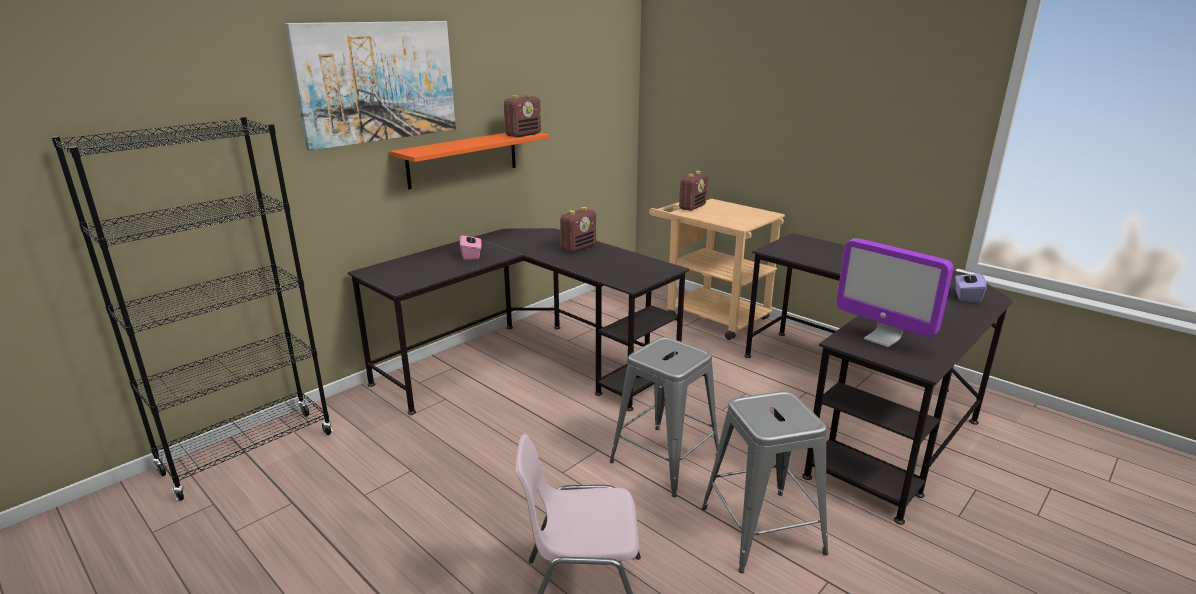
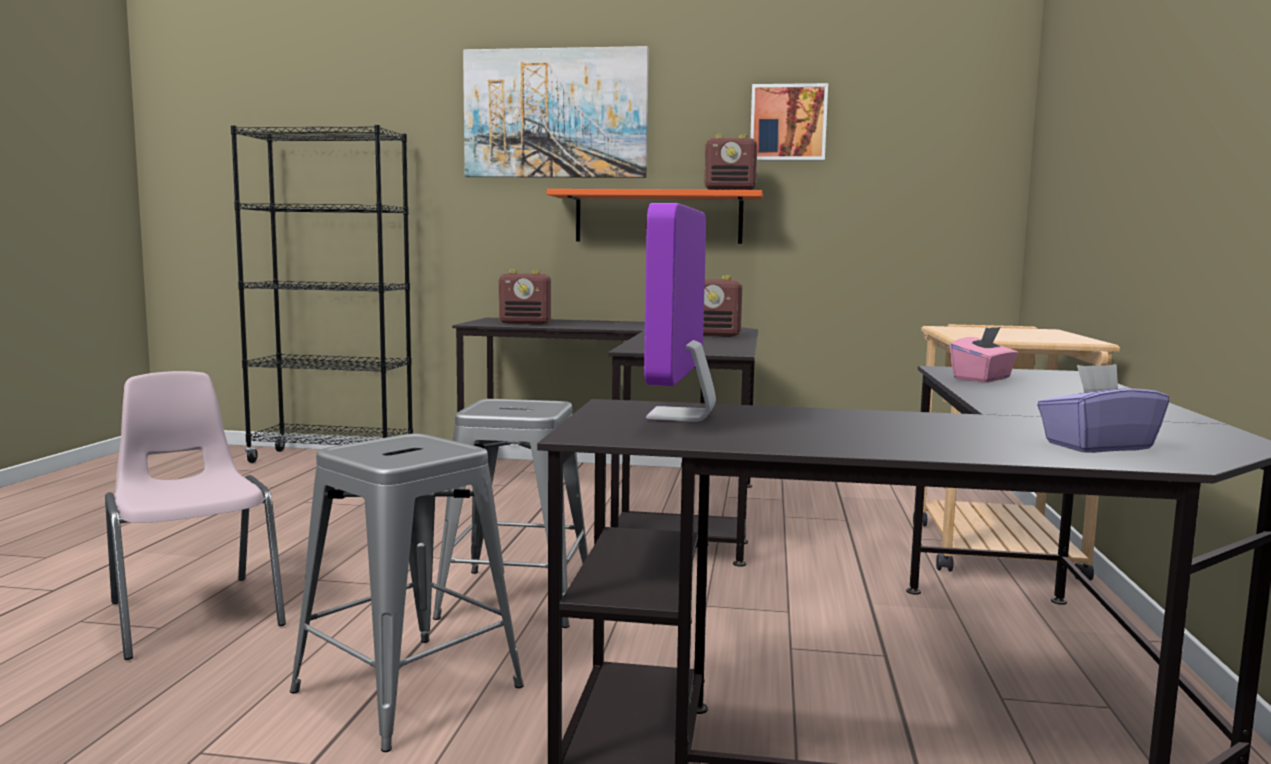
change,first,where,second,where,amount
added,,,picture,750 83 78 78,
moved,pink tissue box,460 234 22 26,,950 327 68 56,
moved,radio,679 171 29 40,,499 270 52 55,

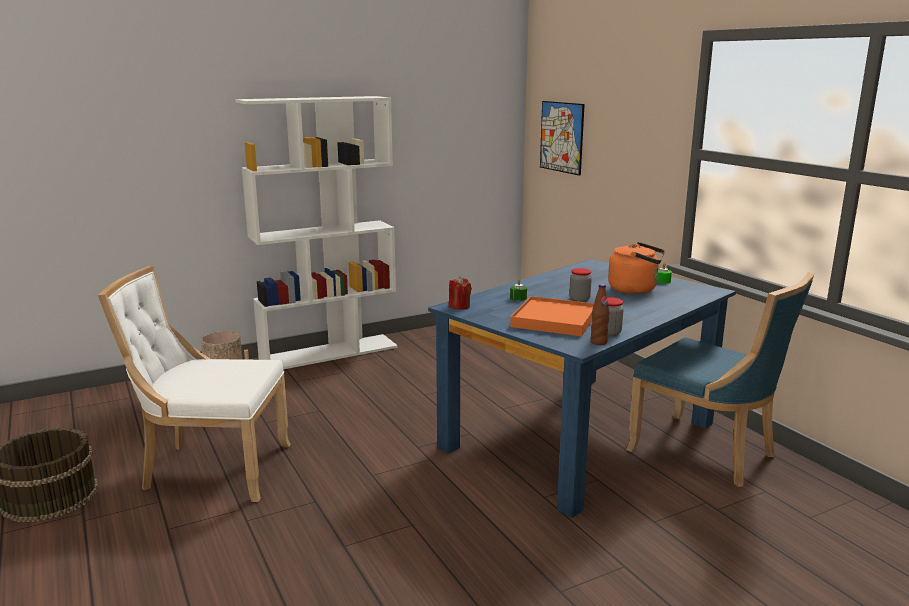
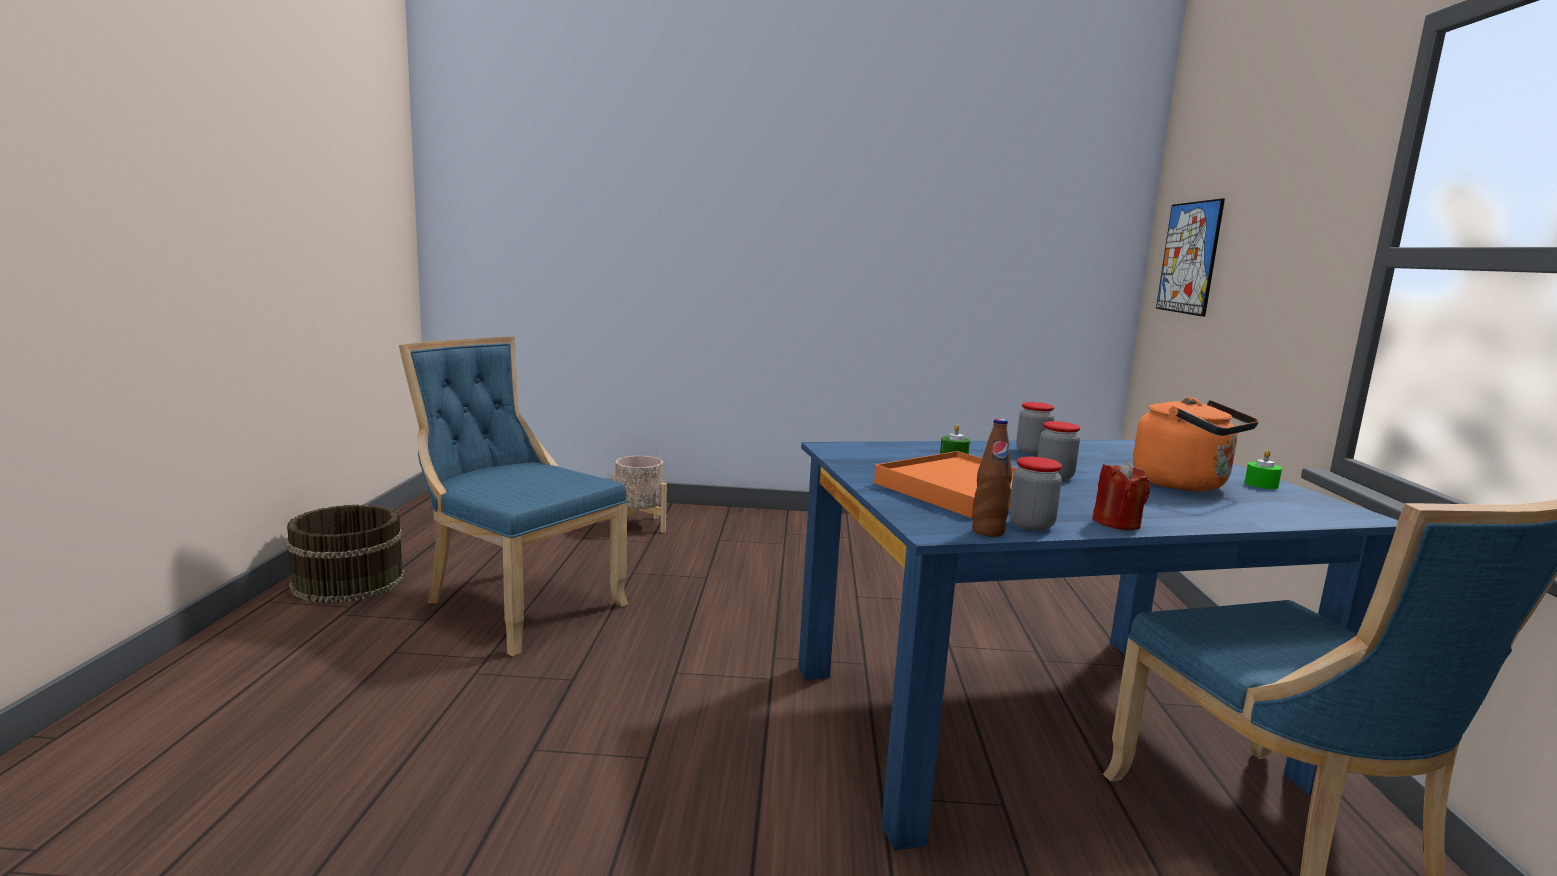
change,first,where,second,where,amount
removed,white bookcase,235 96 163 273,,,
added,,,jar,1016 402 38 52,
moved,red candle,449 277 23 33,,1093 461 57 69,
recoloured,white chair,98 266 193 236,blue chair,399 337 229 319,

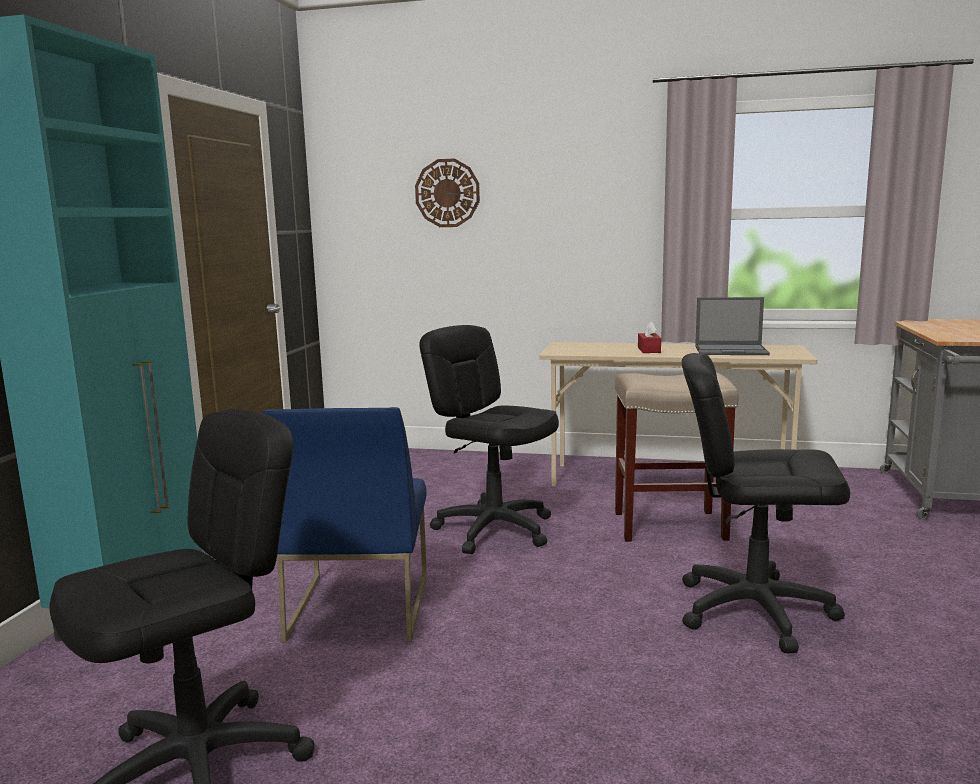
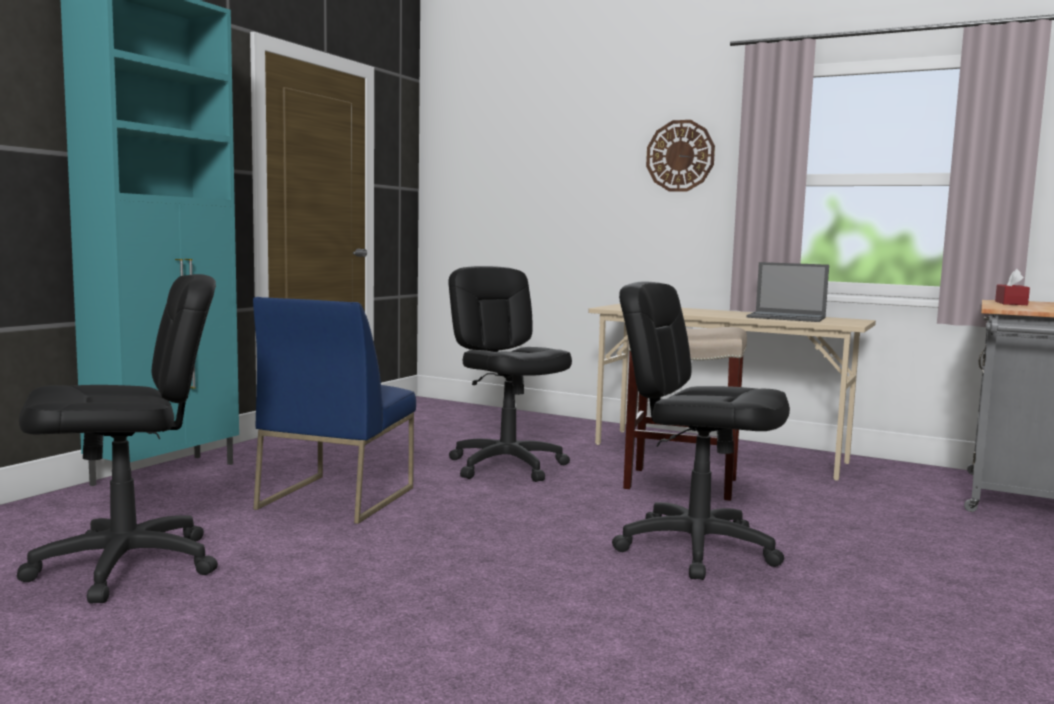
change,first,where,second,where,amount
moved,wall clock,415 158 65 69,,646 120 69 72,
moved,red tissue box,638 322 23 31,,995 269 35 36,

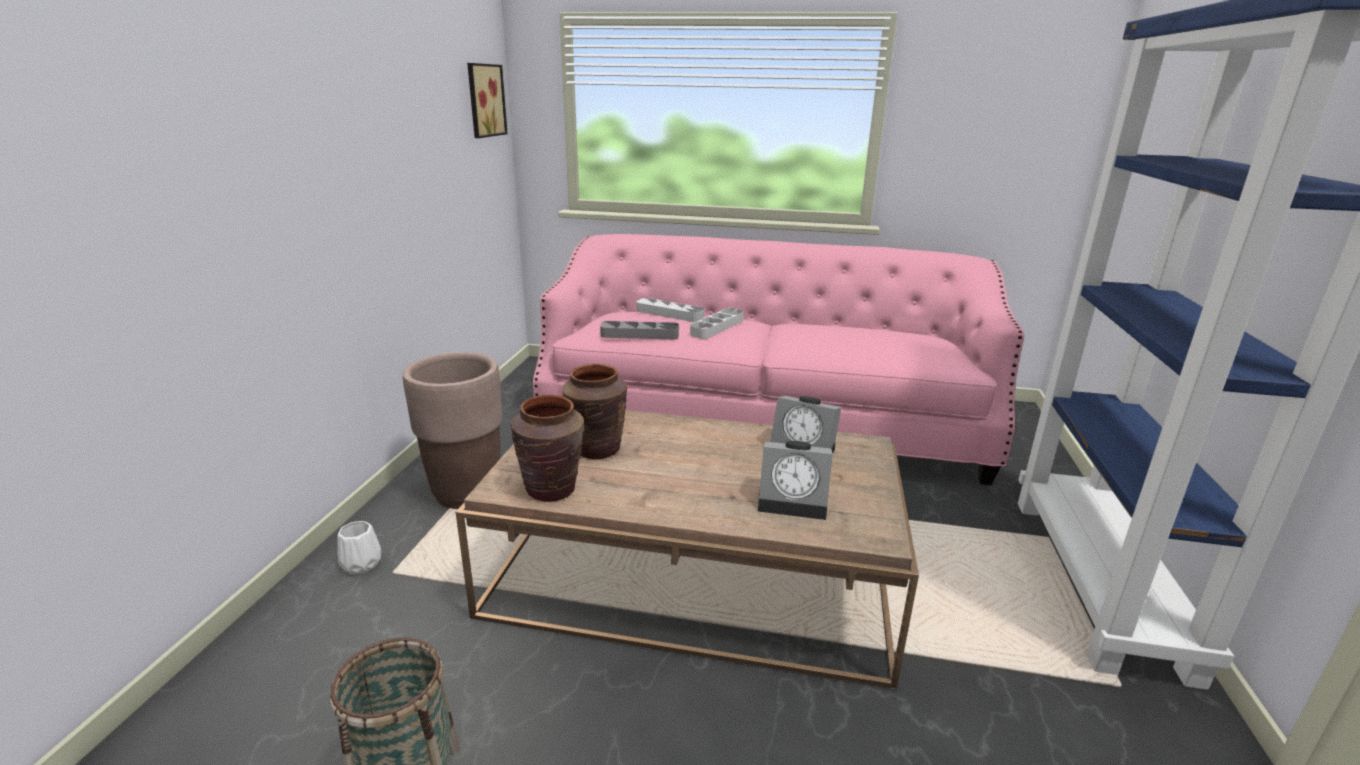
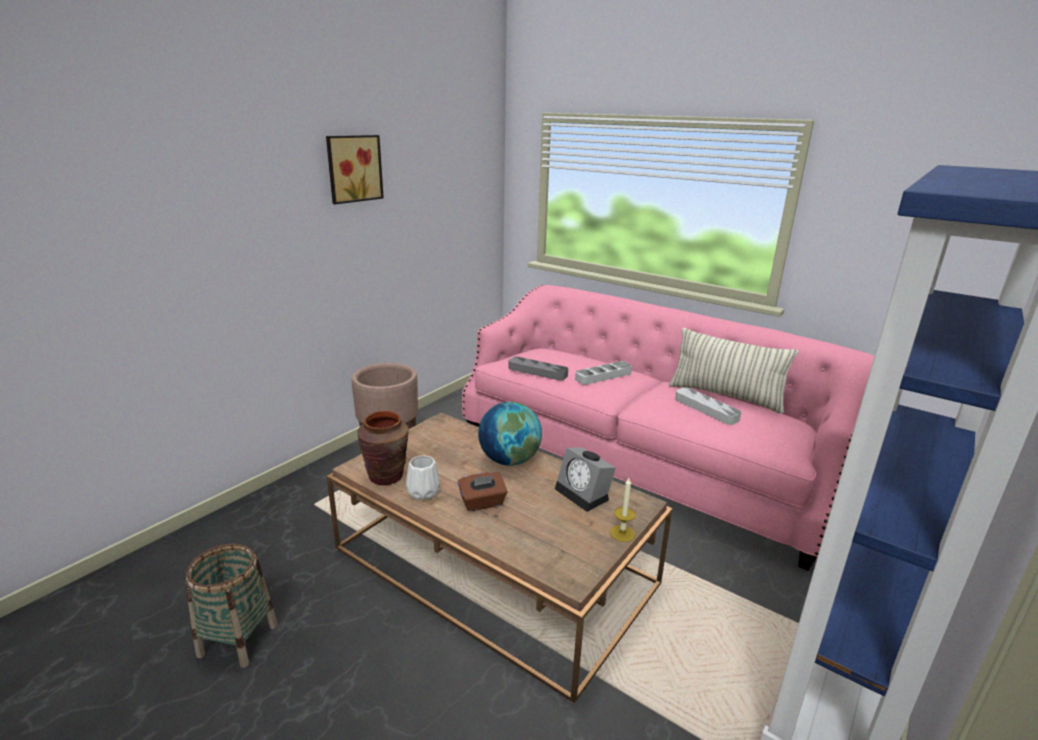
change,first,where,second,where,amount
removed,brown vase,562 364 65 95,,,
removed,alarm clock,758 441 75 79,,,
added,,,brown tissue box,458 472 50 39,
added,,,globe,478 402 64 64,
added,,,candle,610 478 26 64,
added,,,pillow,669 328 129 86,
moved,white vase,337 521 45 53,,406 456 34 45,
moved,picture,467 63 41 75,,326 135 58 69,
moved,grey tray,636 298 69 24,,675 387 66 38,

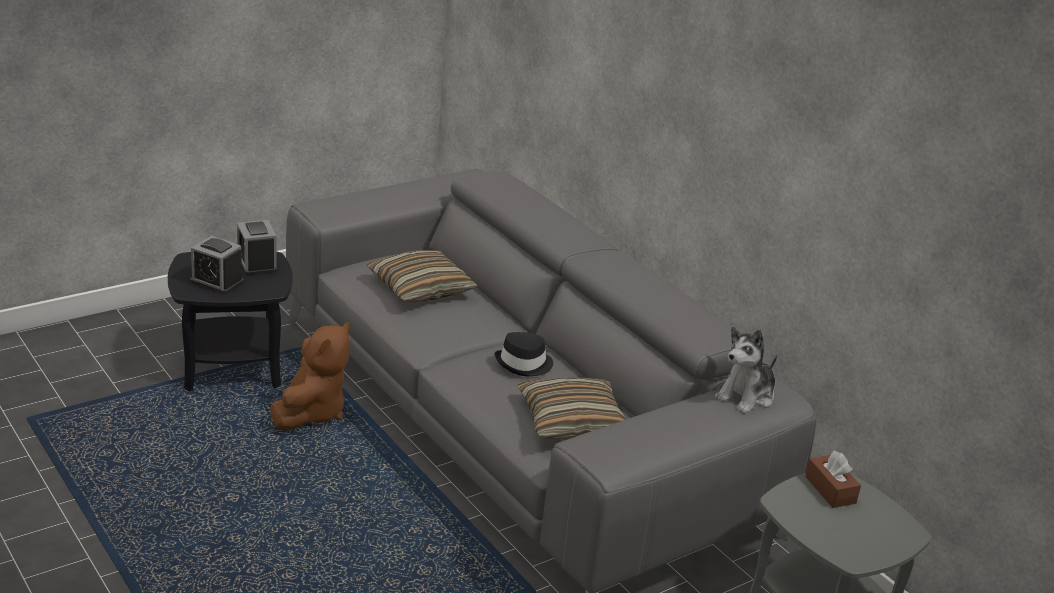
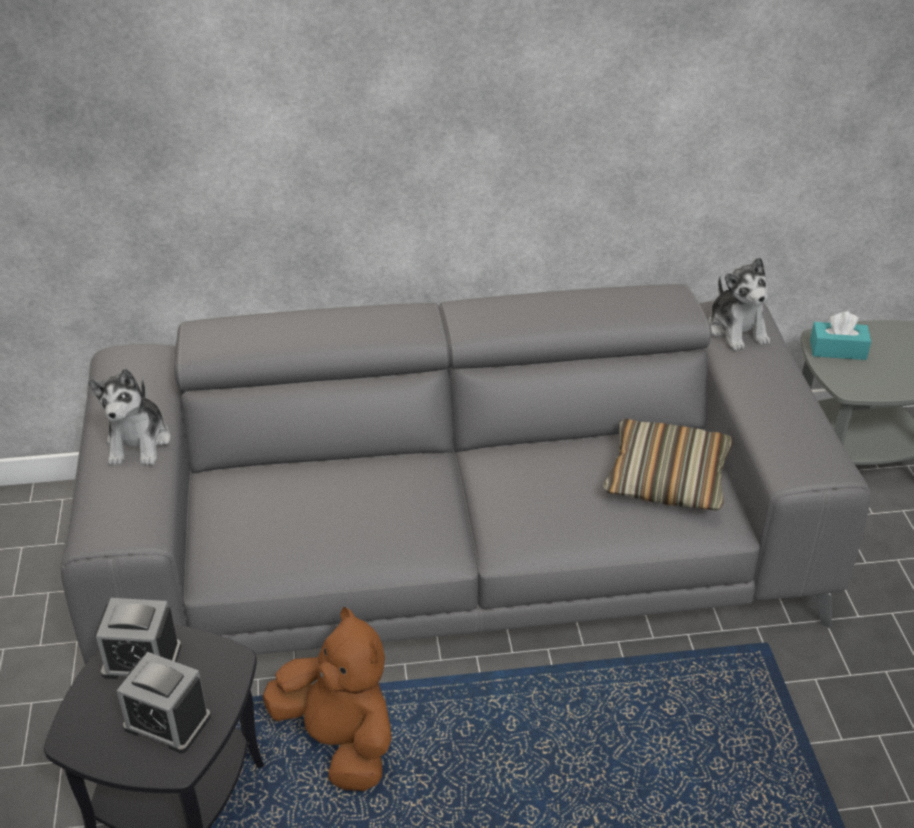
change,first,where,second,where,amount
removed,pillow,367 250 112 53,,,
removed,black hat,495 332 58 44,,,
added,,,plush toy,88 369 82 96,
recoloured,brown tissue box,805 451 56 57,turquoise tissue box,810 311 61 49,
turned,alarm clock,190 236 54 59,,117 652 94 101,60 degrees clockwise

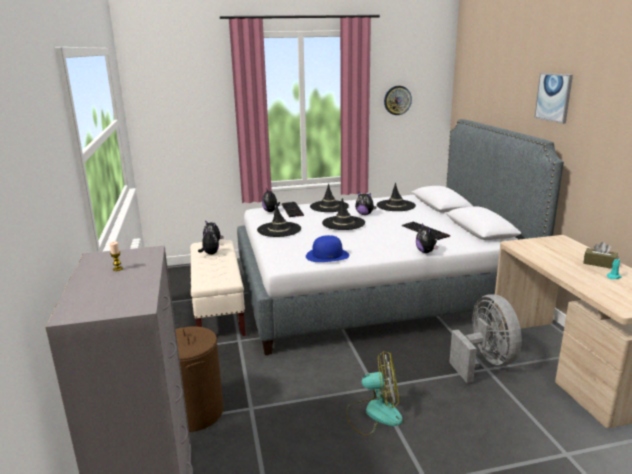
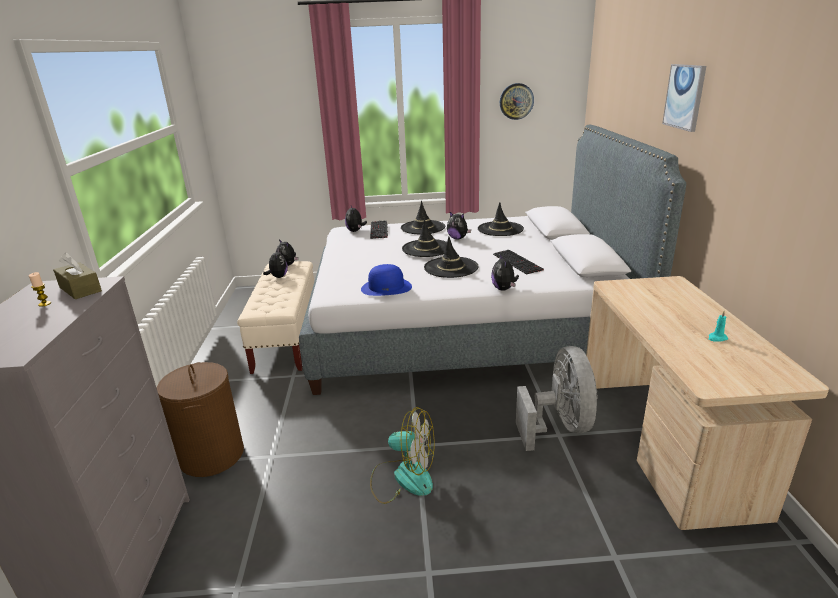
change,first,where,second,where,amount
moved,black hat,257 204 44 33,,424 237 55 41,
moved,brown tissue box,583 242 35 27,,53 253 49 46,

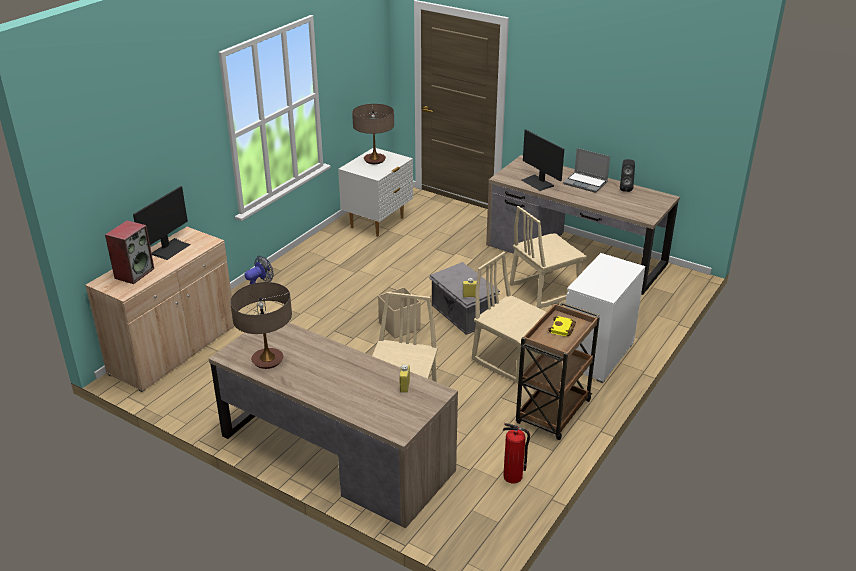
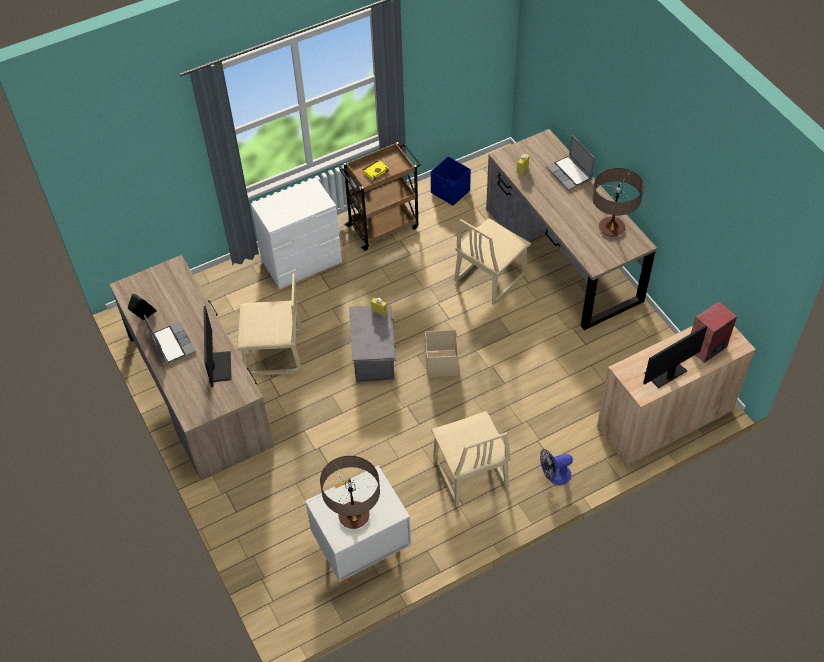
change,first,where,second,where,amount
added,,,laptop,546 135 49 56,
moved,beige chair,472 252 75 131,,431 411 80 95,
replaced,fire extinguisher,503 423 27 60,blue storage box,431 156 40 50,

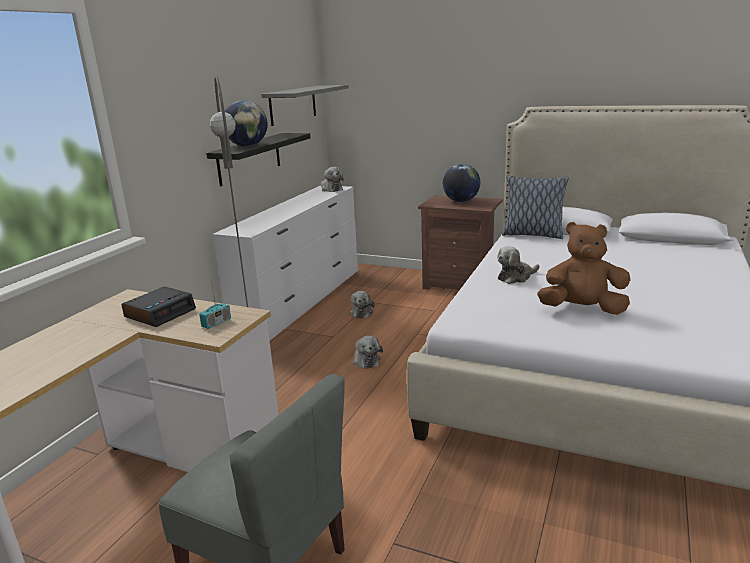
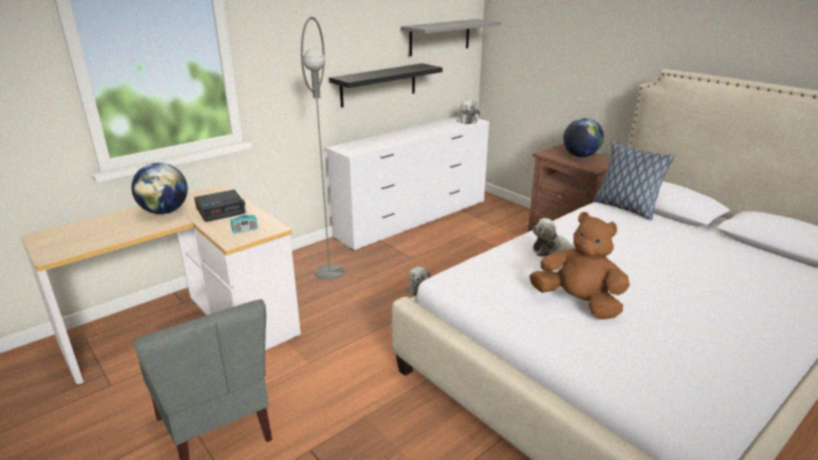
change,first,where,second,where,amount
removed,plush toy,349 291 26 27,,,
moved,globe,225 100 43 47,,131 163 57 51,

